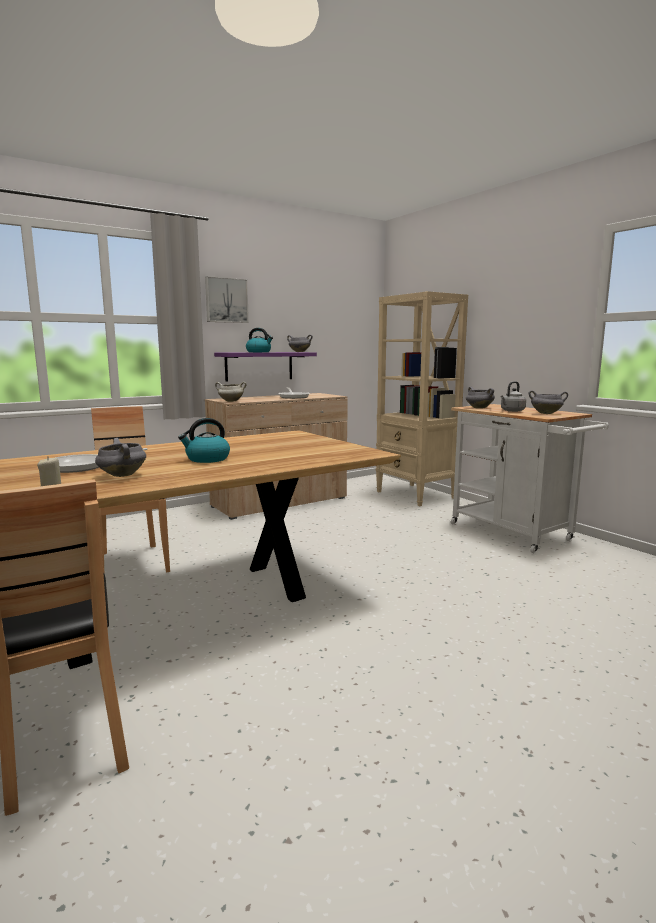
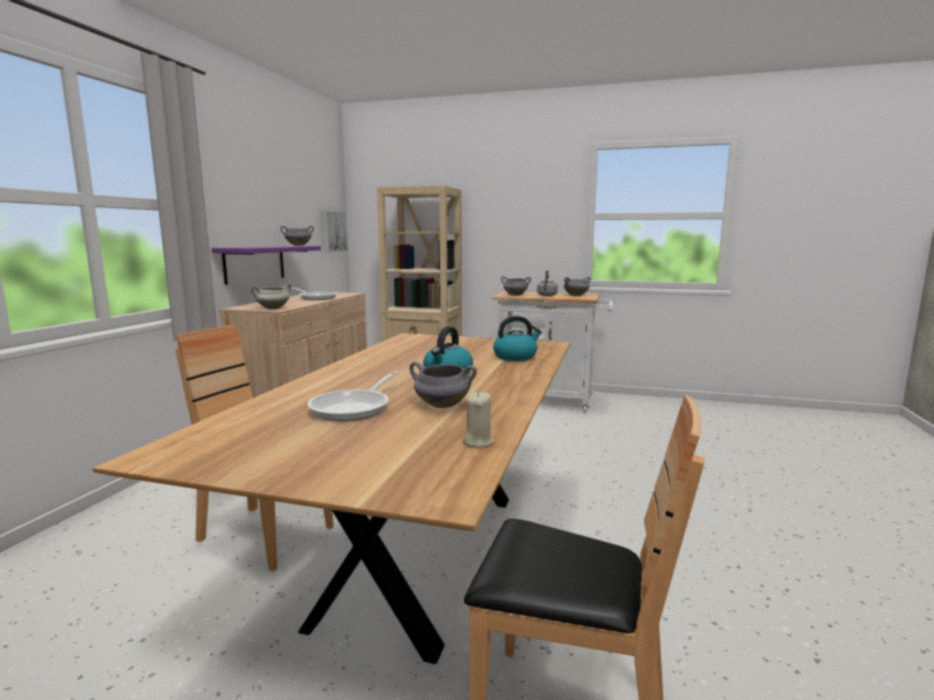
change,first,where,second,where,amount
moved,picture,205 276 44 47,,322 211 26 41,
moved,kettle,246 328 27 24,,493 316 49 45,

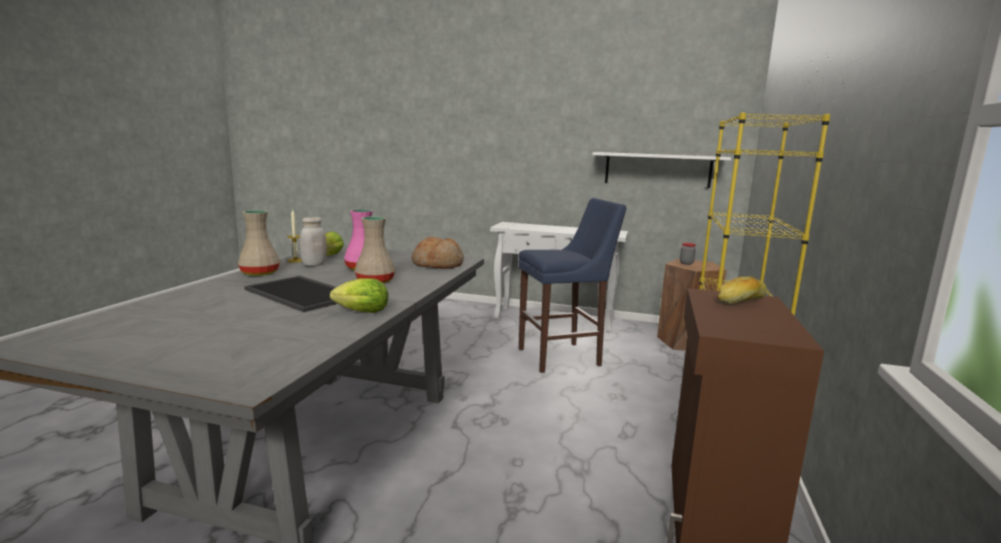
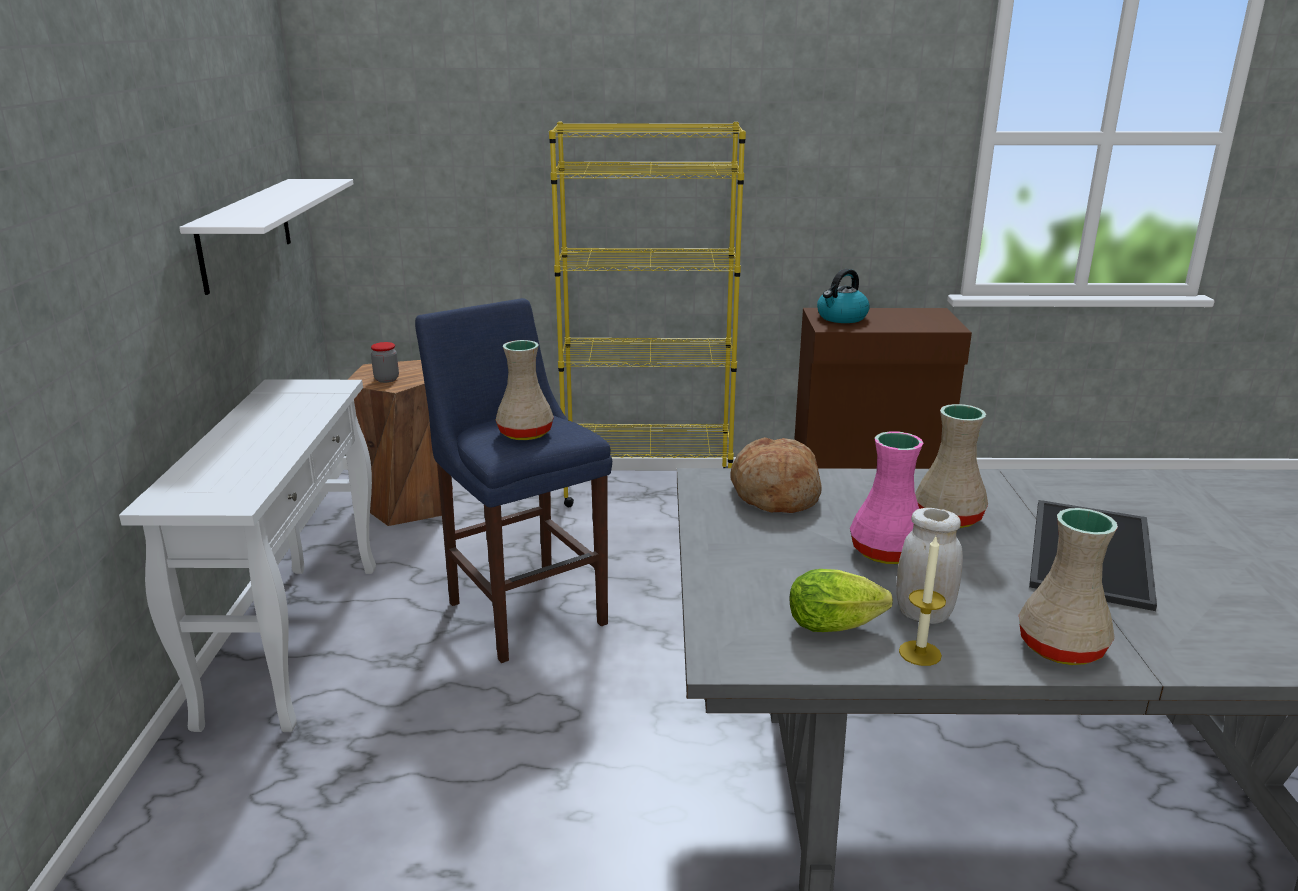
change,first,where,second,where,amount
removed,lettuce,330 278 58 35,,,
added,,,beige vase,496 340 58 100,
replaced,bread,718 276 49 28,kettle,817 269 53 54,

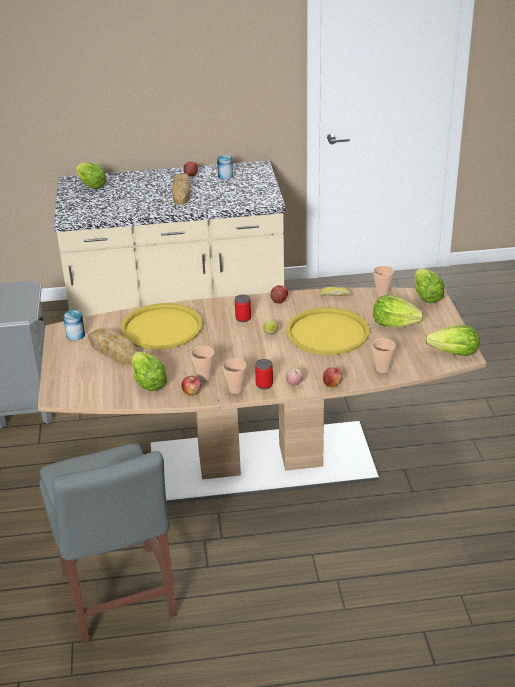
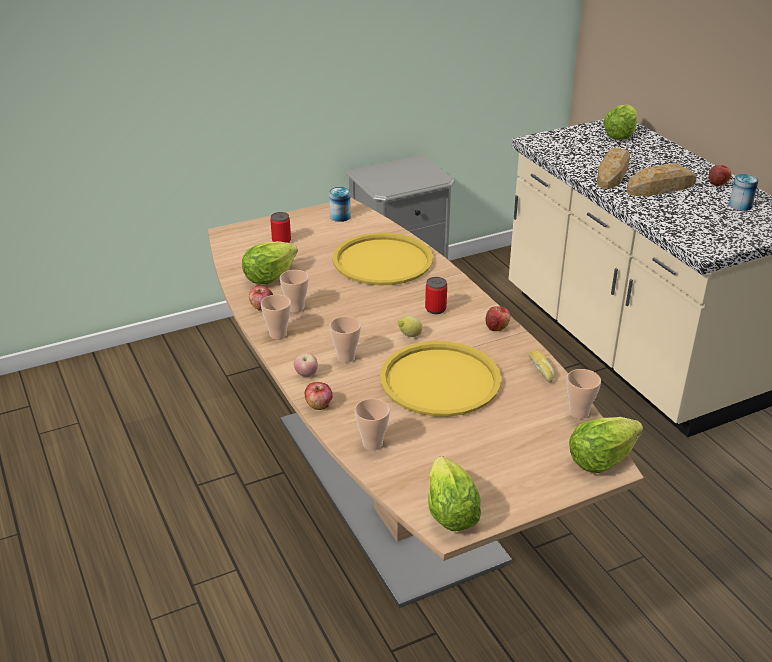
change,first,where,second,where,amount
removed,grey chair,40 444 136 200,,,
removed,lettuce,373 295 51 32,,,
added,,,cup,330 316 31 47,
moved,bread,88 328 49 38,,597 148 33 41,
moved,can,255 359 18 30,,271 212 20 31,

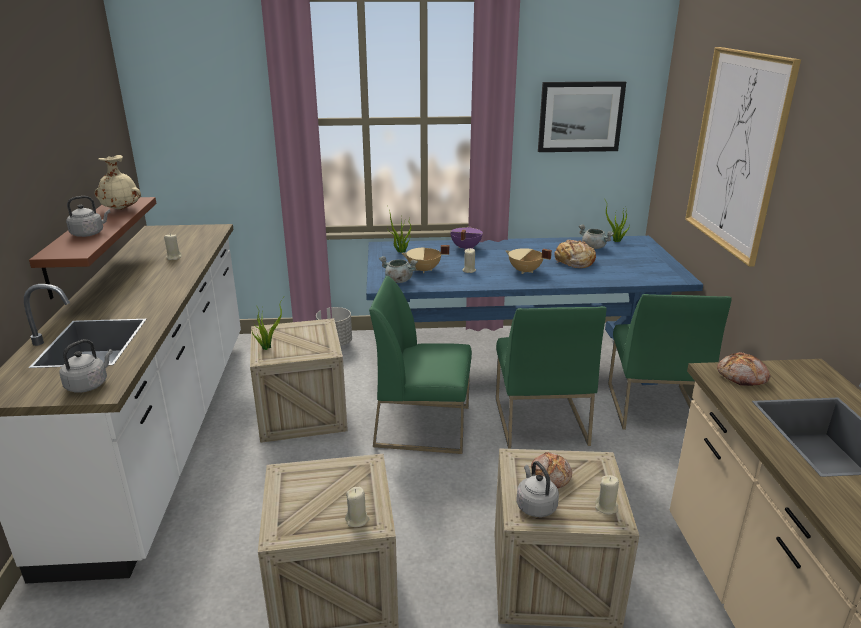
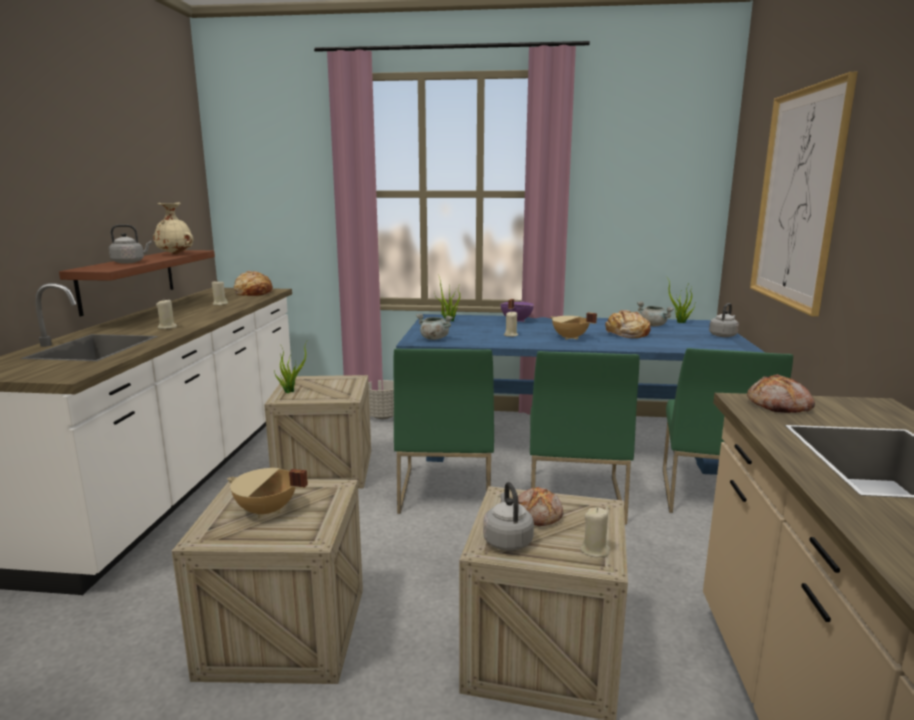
change,first,where,second,where,amount
removed,picture,538 81 88 71,,,
added,,,bread,234 271 39 25,
moved,grey kettle,59 339 54 54,,709 303 30 34,
moved,beige candle,345 487 25 40,,156 300 22 29,
moved,beige cooking pot,402 245 47 28,,227 468 81 50,
turned,green chair,369 276 103 178,,393 348 101 166,105 degrees counterclockwise

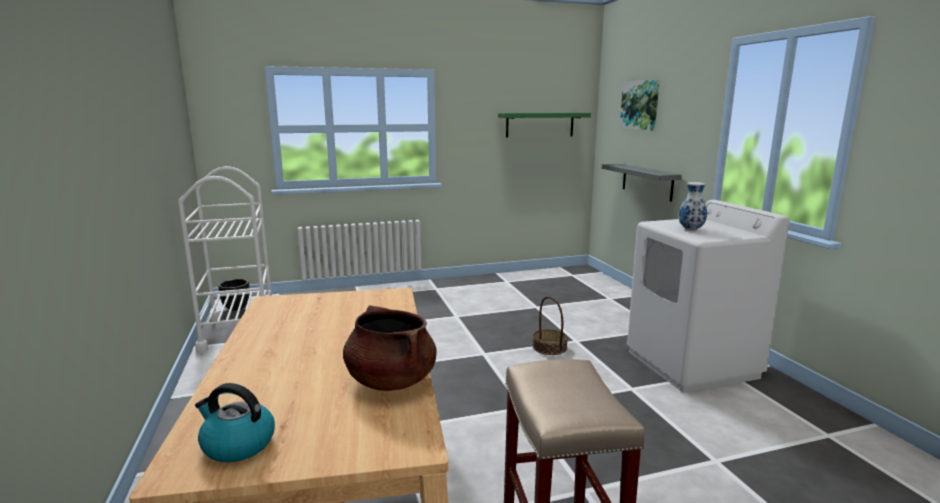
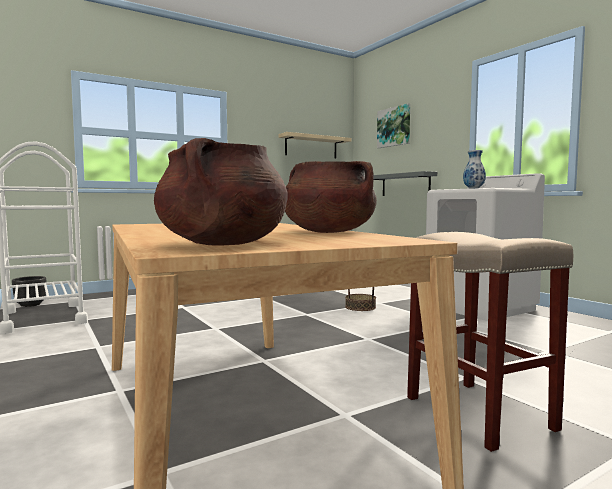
change,first,where,second,where,amount
replaced,kettle,195 383 80 79,brown cooking pot,154 138 134 108,
recoloured,green shelf,498 113 93 25,beige shelf,278 132 73 26,

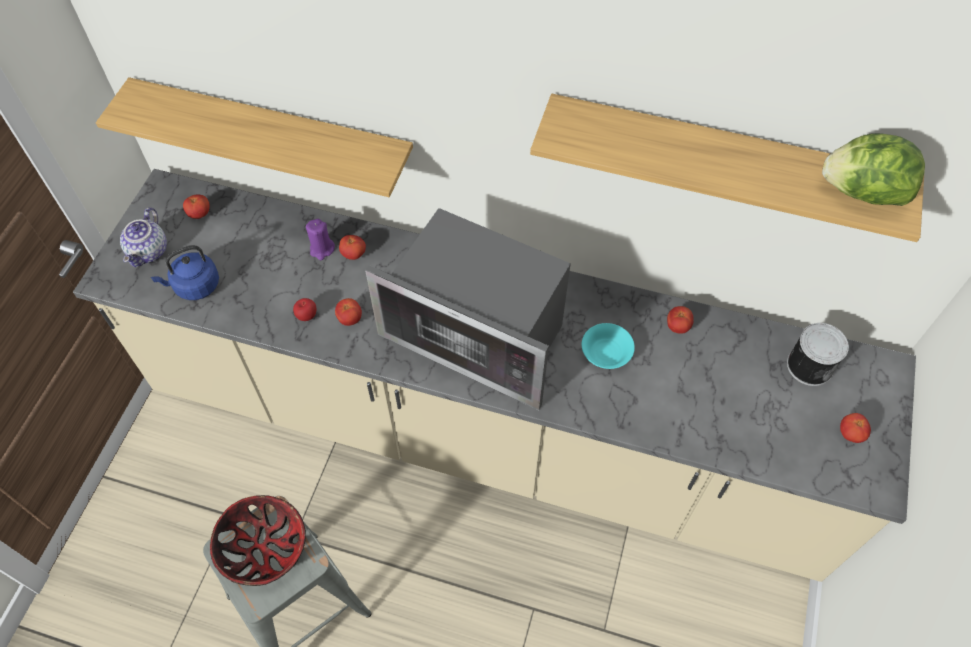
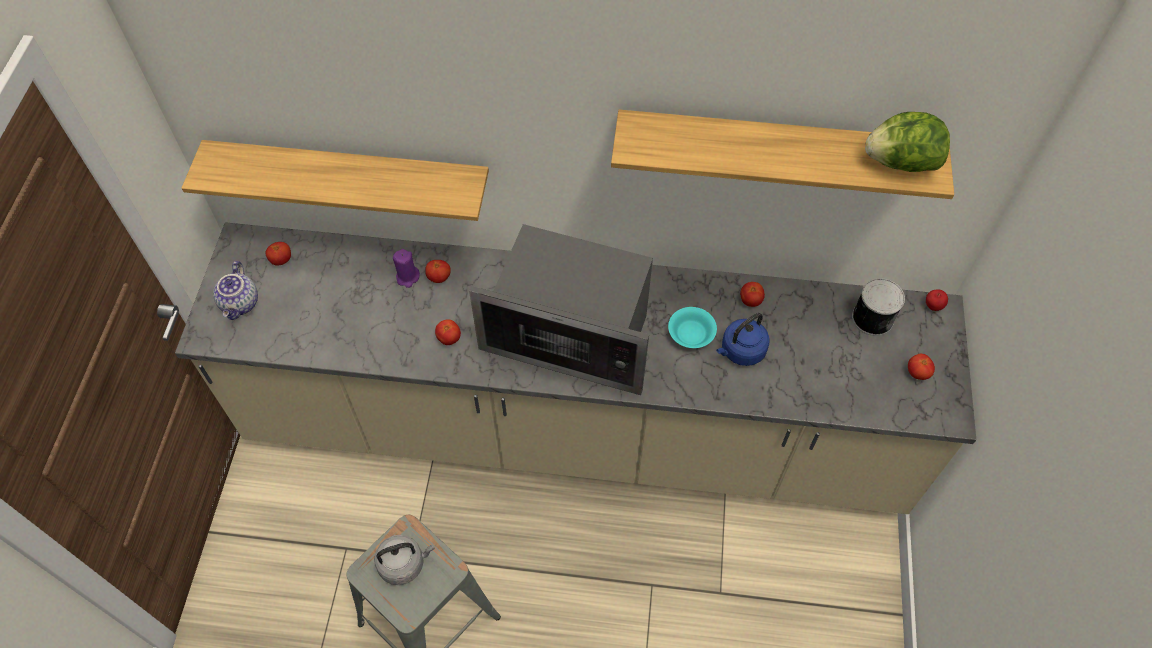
change,first,where,second,where,amount
moved,blue kettle,151 245 68 55,,716 313 53 53,
moved,apple,293 298 23 23,,926 289 22 22,
replaced,bowl,210 495 96 91,grey kettle,374 535 61 50,

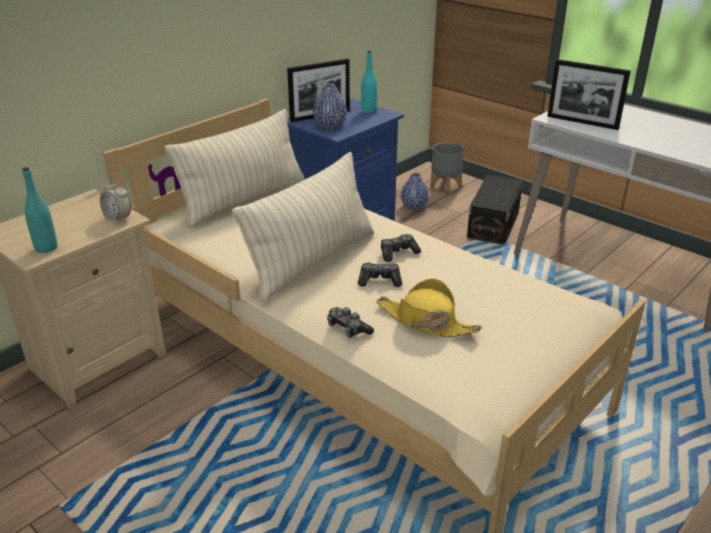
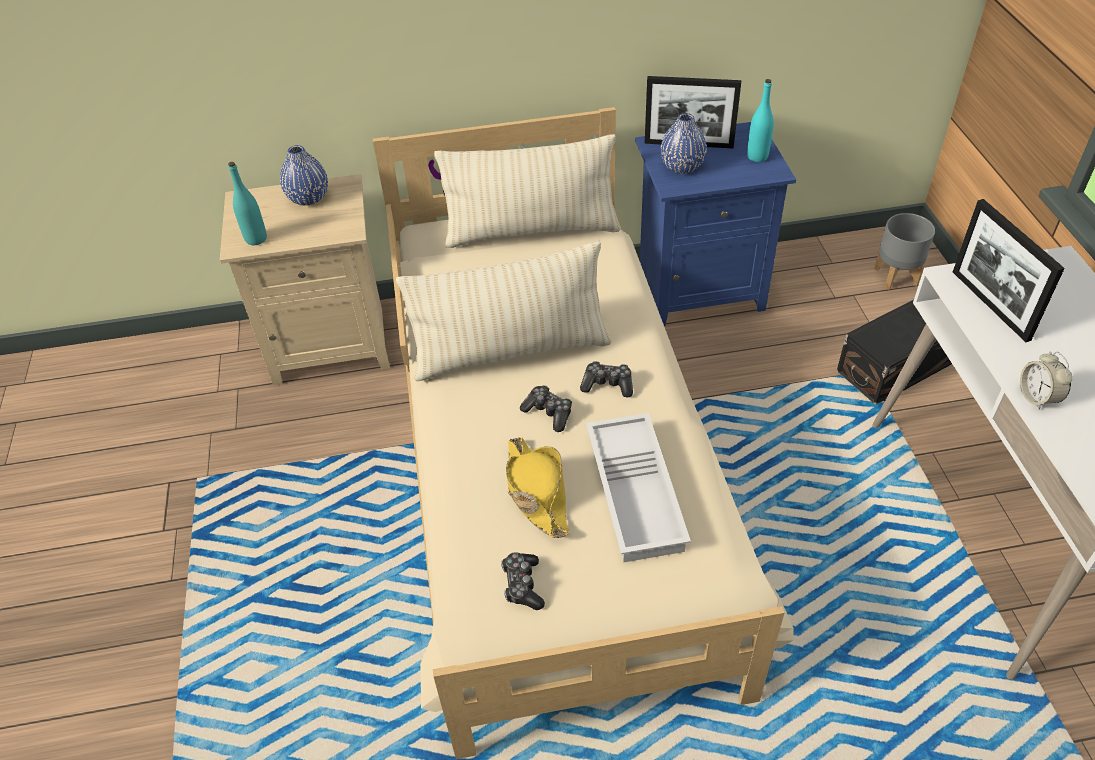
change,first,where,second,where,amount
added,,,white tray,586 413 105 150,
moved,alarm clock,100 180 31 44,,1020 352 53 58,
moved,game controller,327 307 47 31,,501 552 44 58,
moved,blue vase,401 173 28 37,,280 145 48 61,

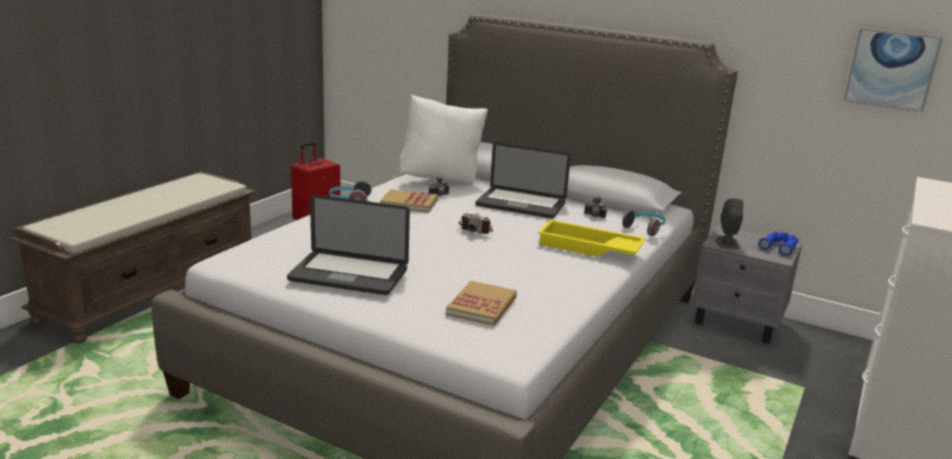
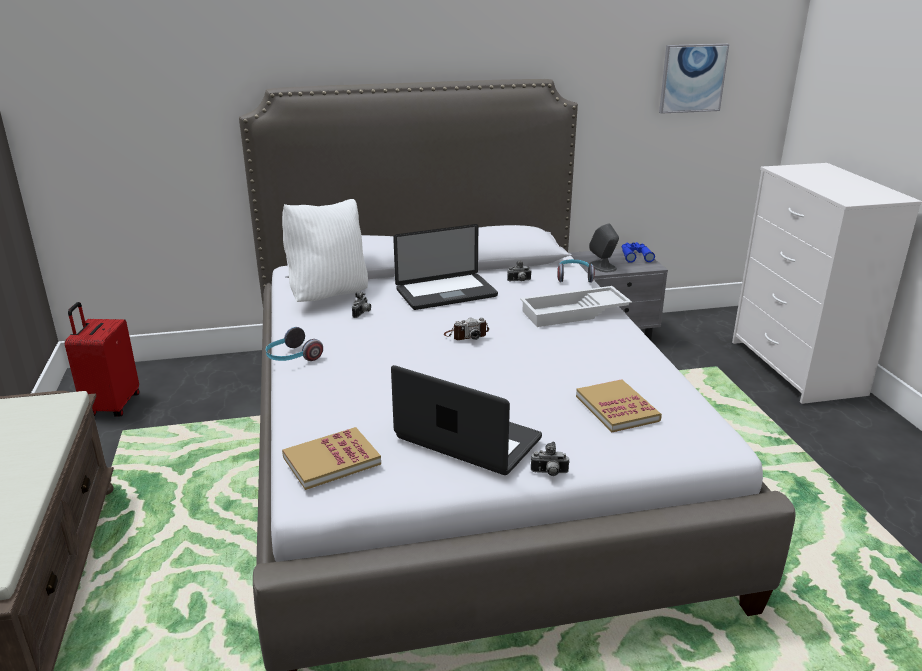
change,first,where,second,where,amount
added,,,photo camera,531 442 39 34,
moved,book,380 189 58 24,,282 427 99 63,
recoloured,yellow tray,538 220 108 37,white tray,520 286 112 41,
turned,laptop,287 195 123 100,,391 365 151 110,120 degrees counterclockwise

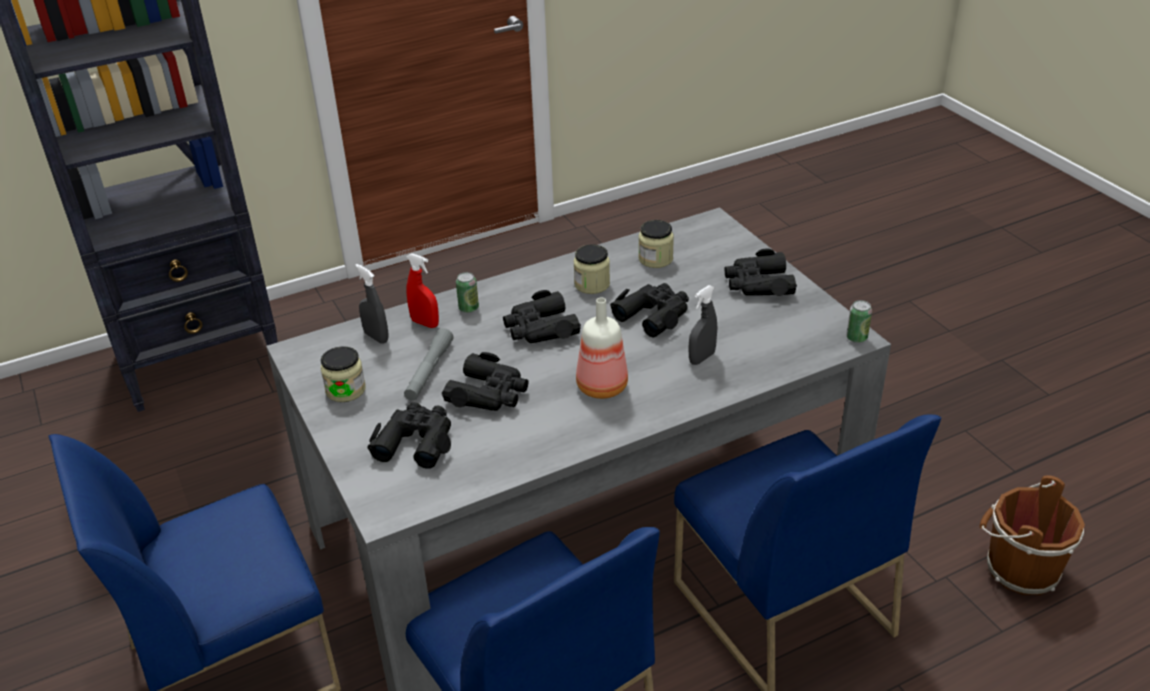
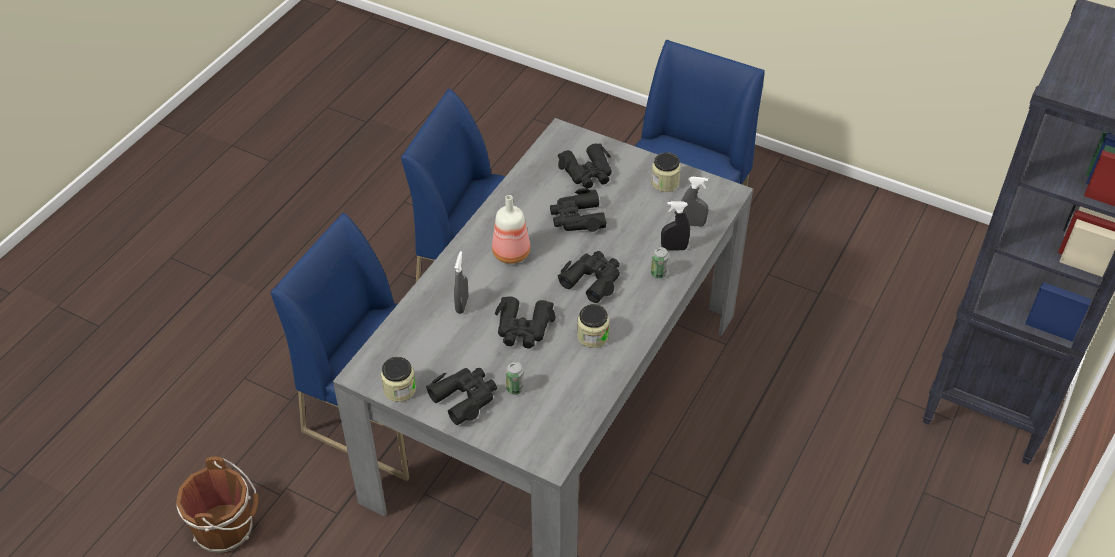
change,first,where,second,where,amount
removed,grey flashlight,404 328 50 73,,,
moved,jar,638 220 36 48,,381 357 35 45,
moved,can,846 300 26 43,,506 362 18 33,
recoloured,red spray bottle,406 253 33 75,black spray bottle,661 201 29 50,

